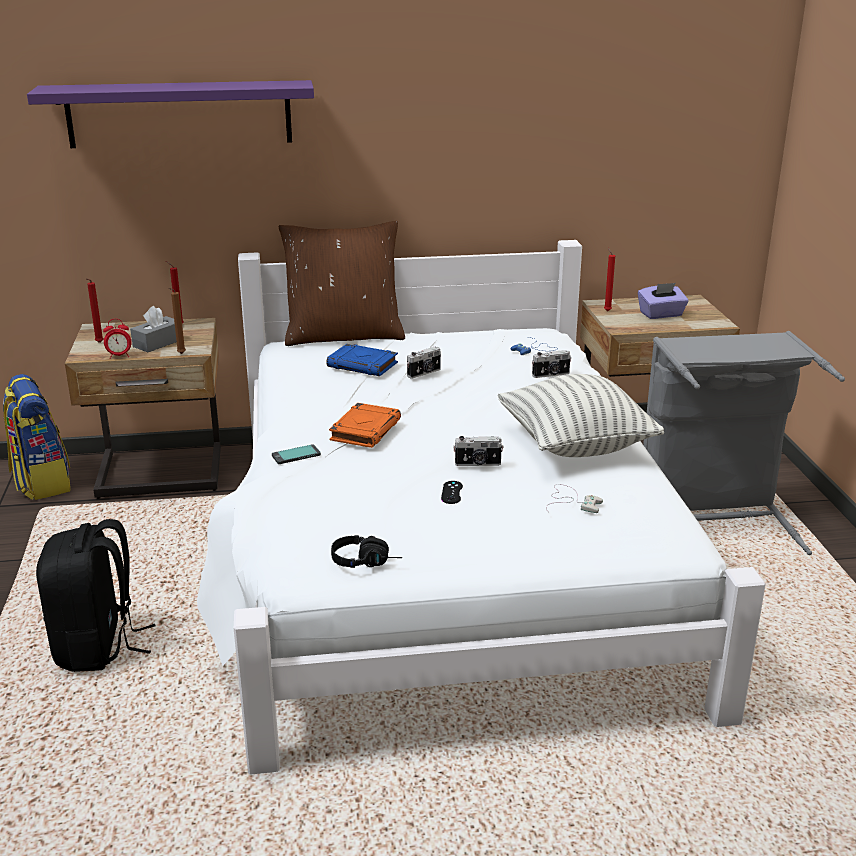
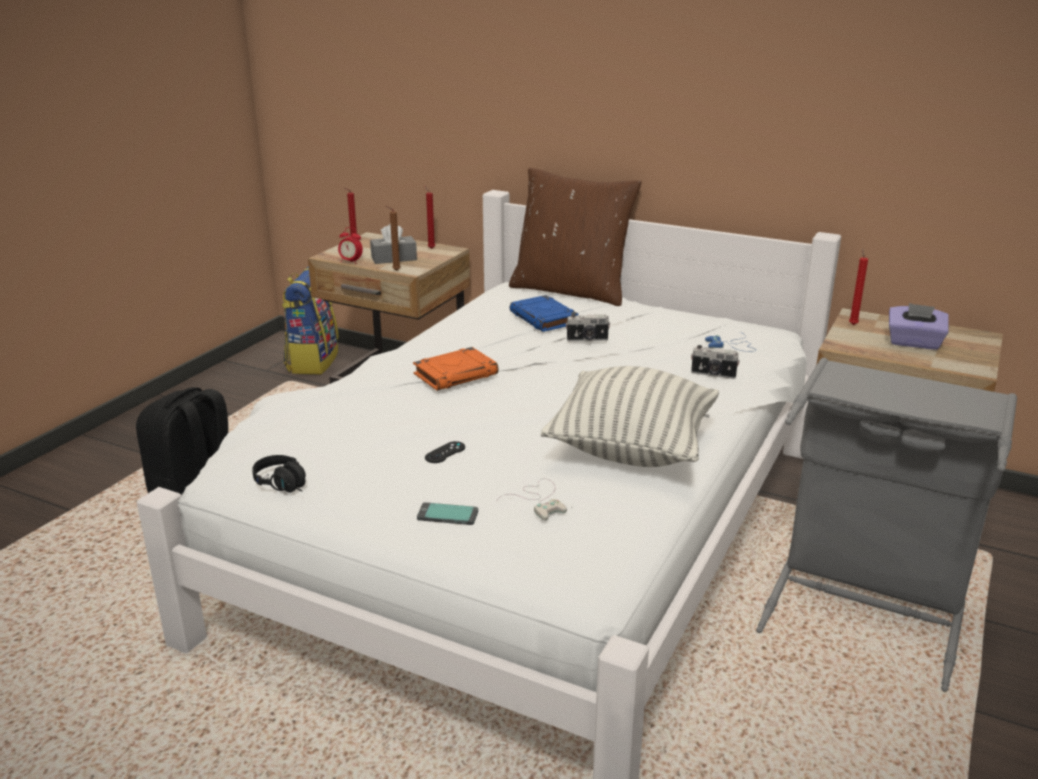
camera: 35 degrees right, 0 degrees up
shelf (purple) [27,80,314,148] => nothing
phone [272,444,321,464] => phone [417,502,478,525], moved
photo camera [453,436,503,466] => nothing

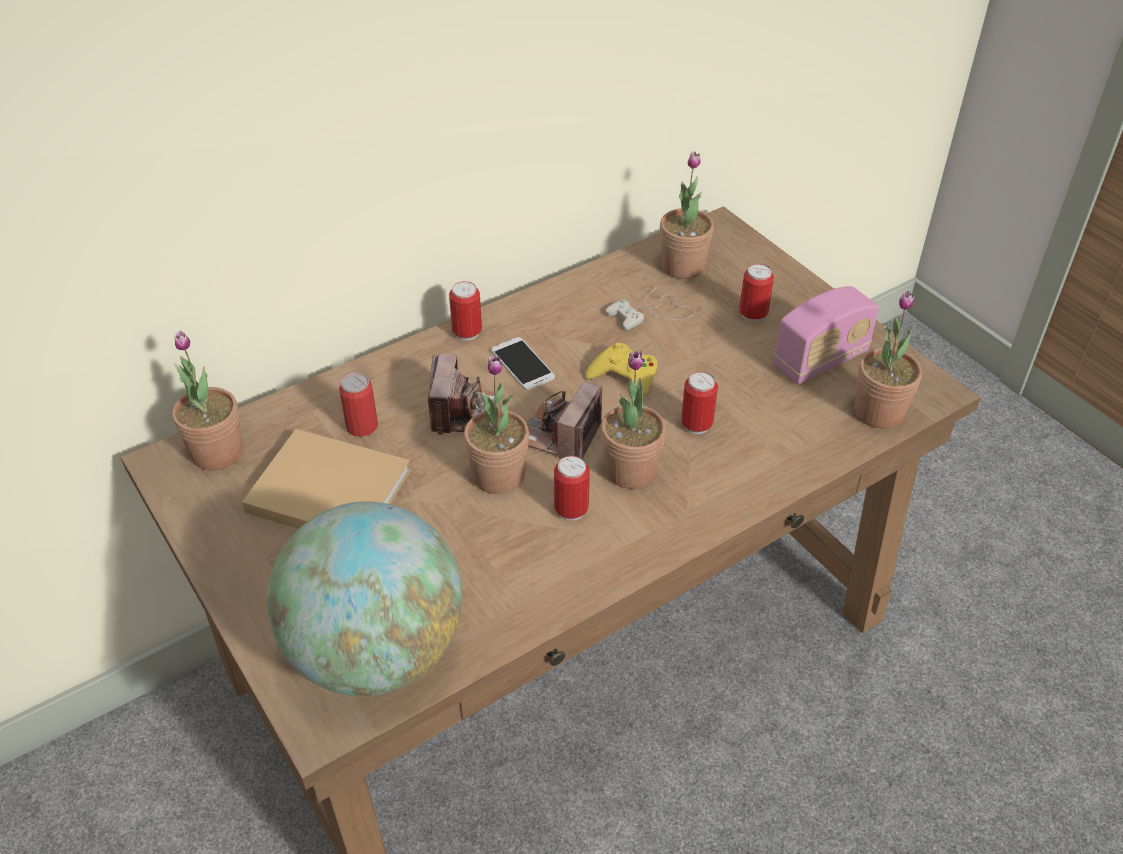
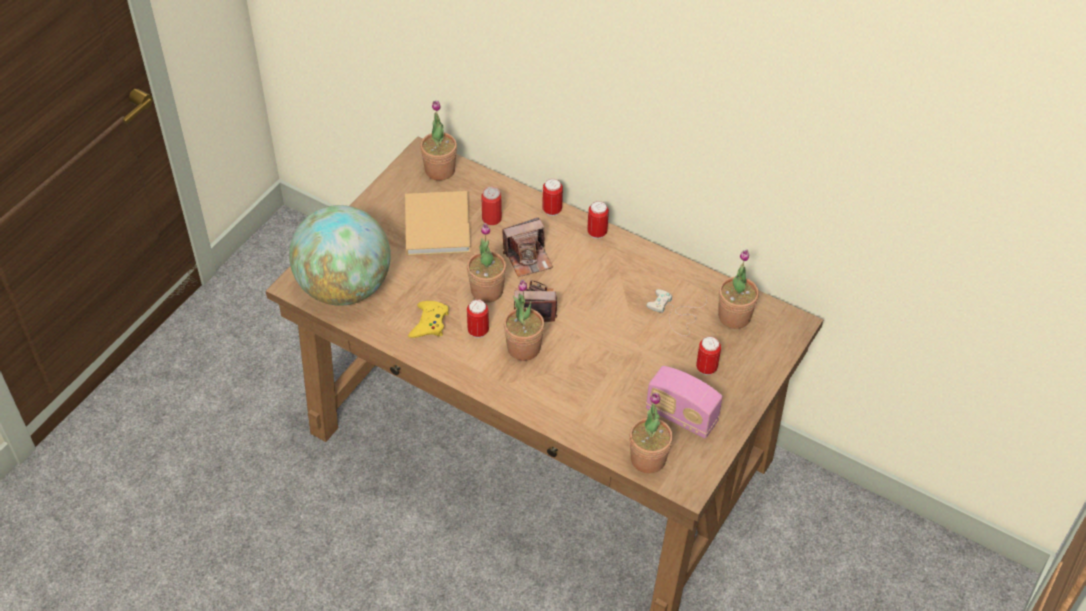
camera: 65 degrees right, 5 degrees up
phone [491,337,555,390] => nothing
game controller (yellow) [585,343,657,399] => game controller (yellow) [408,301,449,338], moved
can [681,372,718,434] => can [542,179,563,216], moved

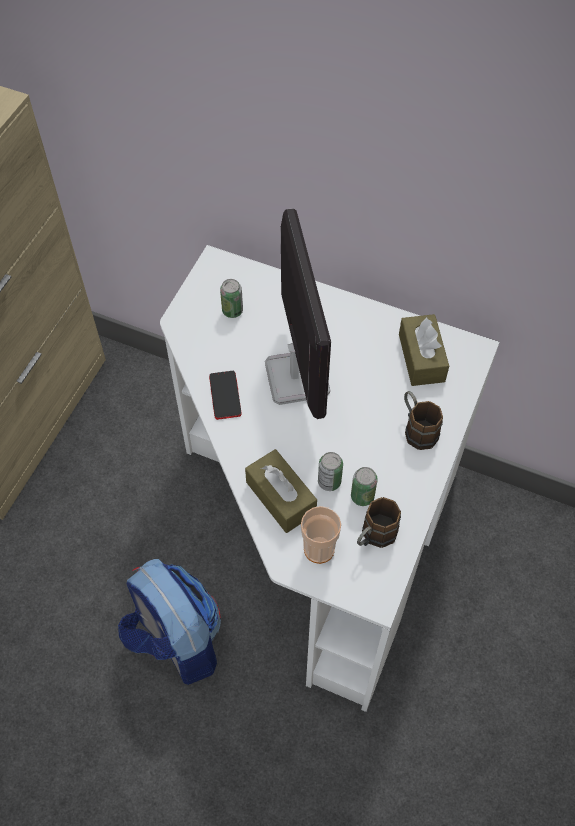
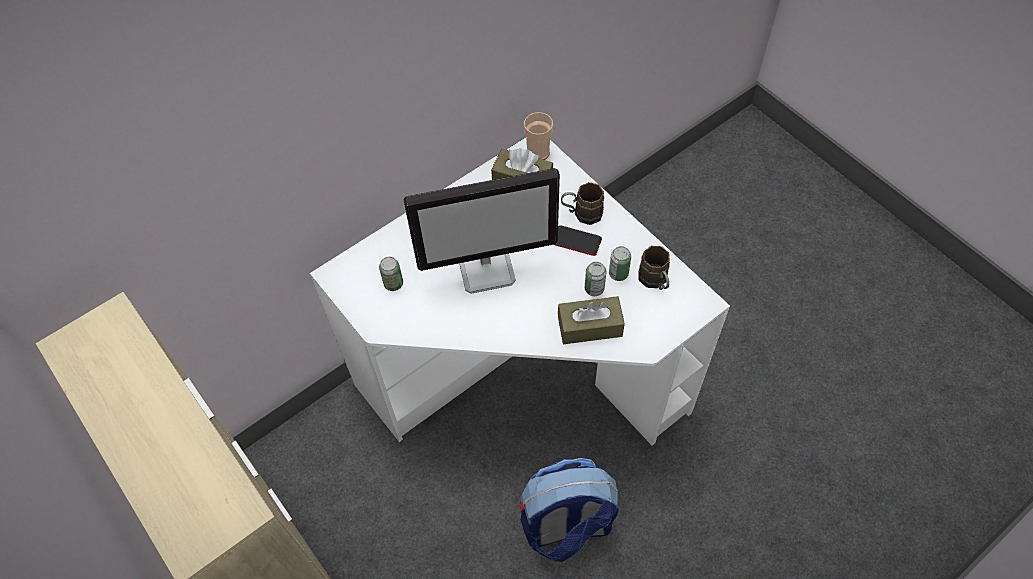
camera: 60 degrees left, 0 degrees up
phone [209,371,241,420] => phone [554,225,602,256], moved
monitor [265,208,331,419] => monitor [403,168,560,294], 150 degrees clockwise
cup [301,506,342,564] => cup [524,112,553,160], moved

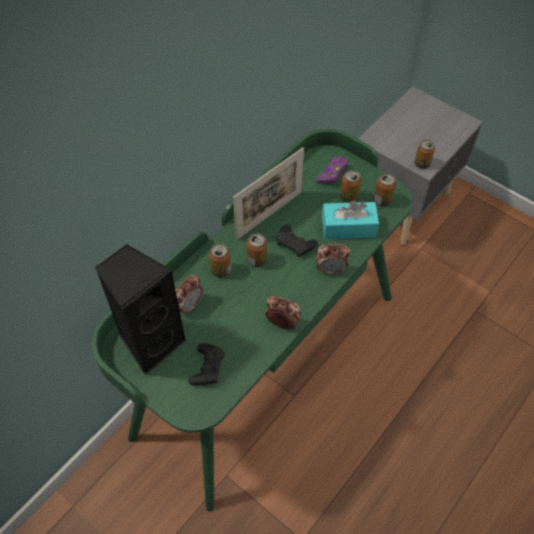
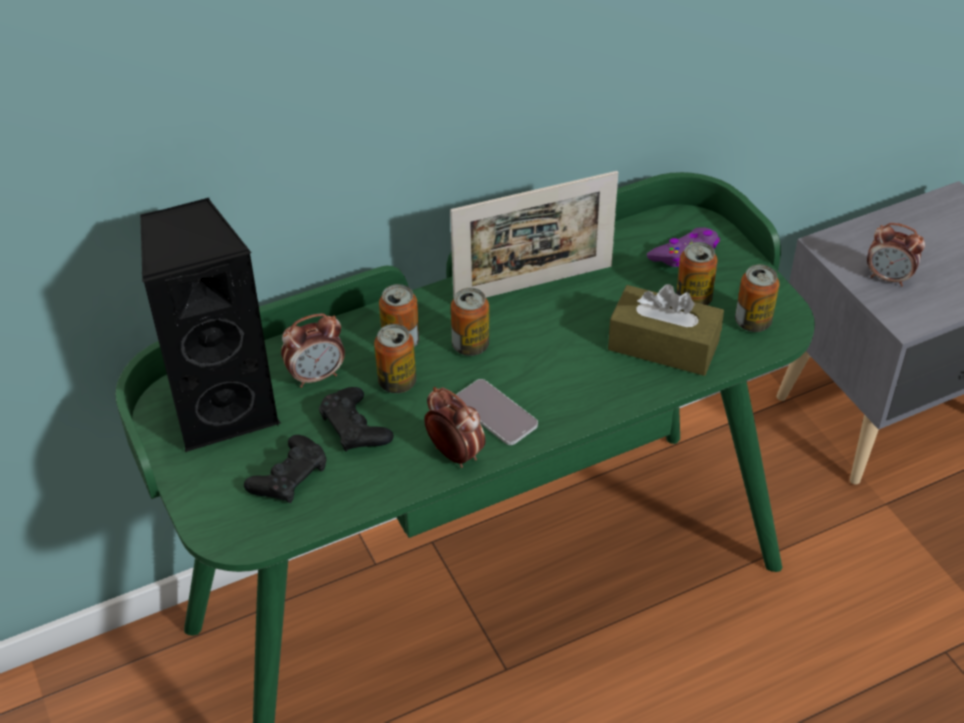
camera: 25 degrees right, 10 degrees down
game controller (black) [276,225,318,257] => game controller (black) [319,387,394,452], moved
alarm clock [316,244,350,274] => alarm clock [867,223,925,286], moved
tissue box (turquoise) [322,200,379,239] => tissue box (brown) [608,284,724,376]
can [415,139,435,169] => can [374,324,416,393], moved
nothing => phone [454,379,538,445]

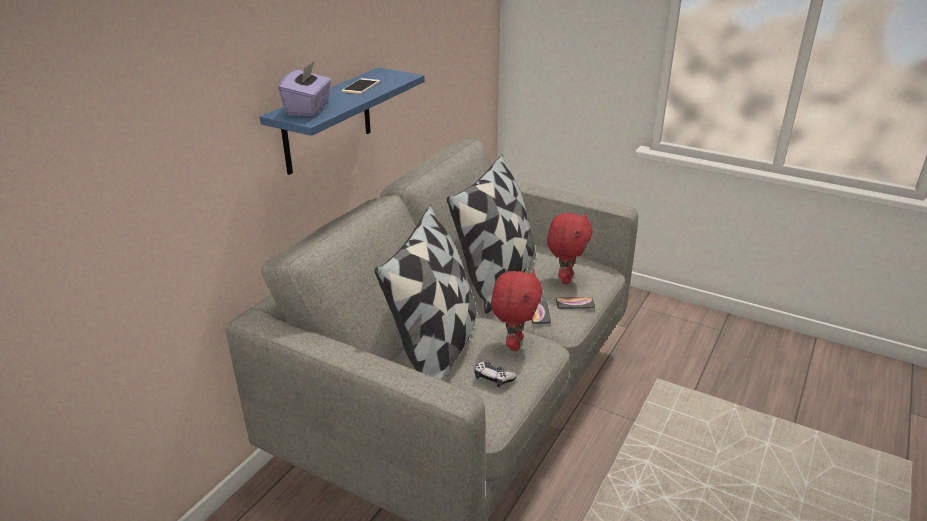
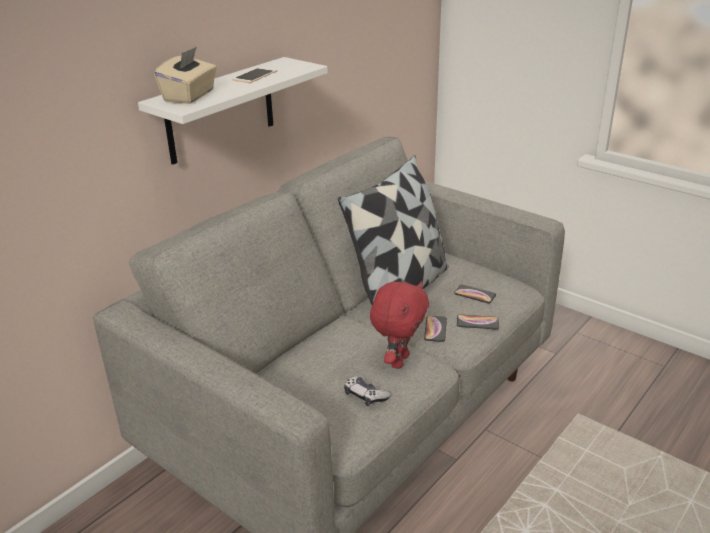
camera: 10 degrees right, 0 degrees up
shelf (blue) [260,68,425,175] => shelf (white) [138,57,328,165]
tissue box (purple) [278,62,331,116] => tissue box (beige) [154,47,217,104]
pillow [374,205,477,380] => nothing
plush toy (red) [547,213,593,284] => phone [454,285,496,303]

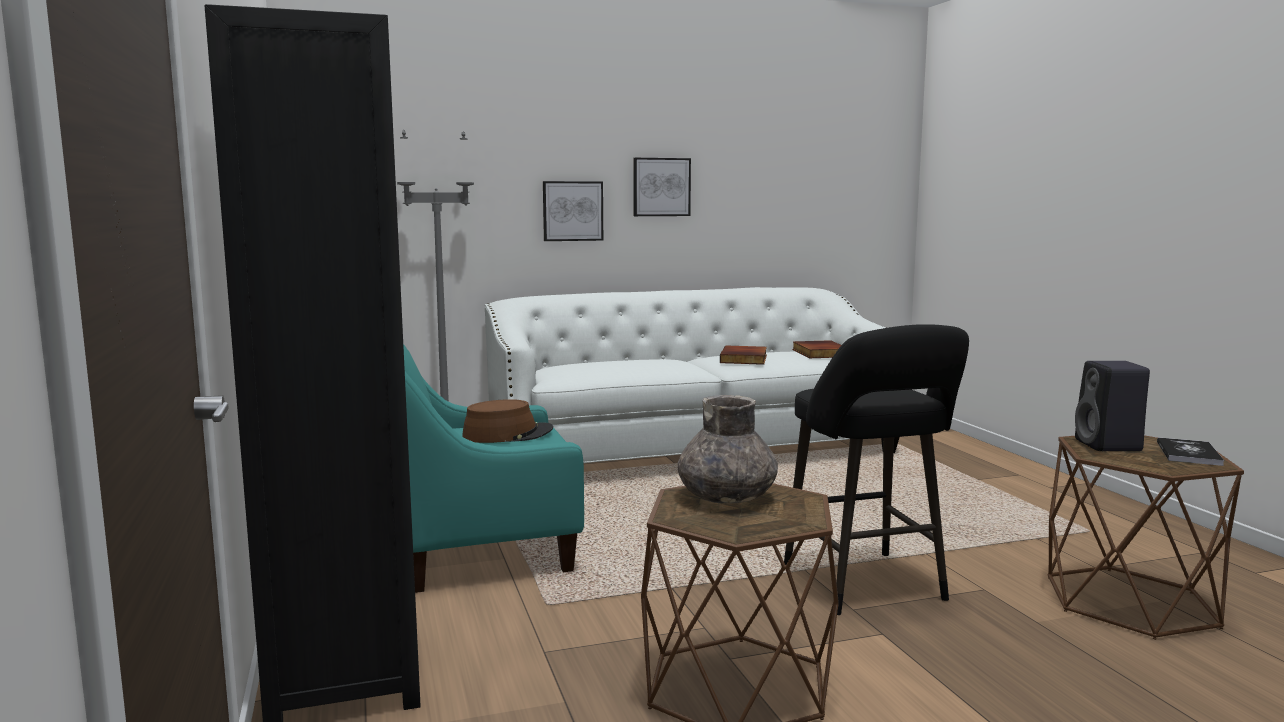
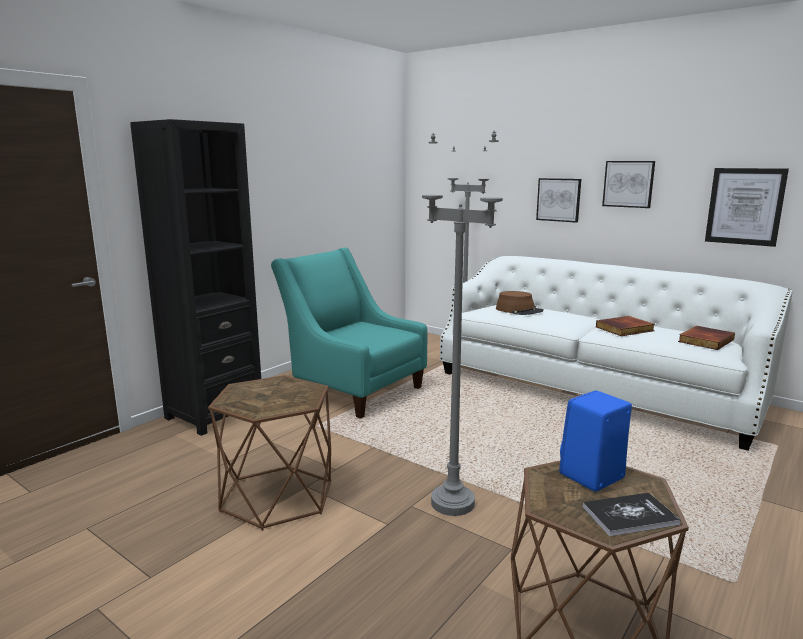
camera: 55 degrees right, 5 degrees up
hat (brown) [462,399,553,443] => hat (brown) [496,291,544,315], moved
vase (grey) [678,395,778,503] => nothing
stool (black) [784,324,969,615] => floor lamp (grey) [422,131,503,516]
speaker (black) [1075,361,1150,451] => speaker (blue) [559,390,632,492]
nothing => picture [705,168,789,247]

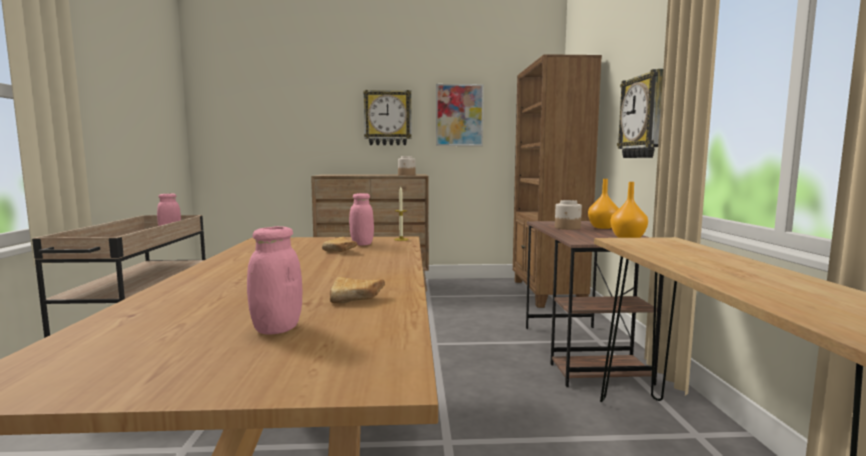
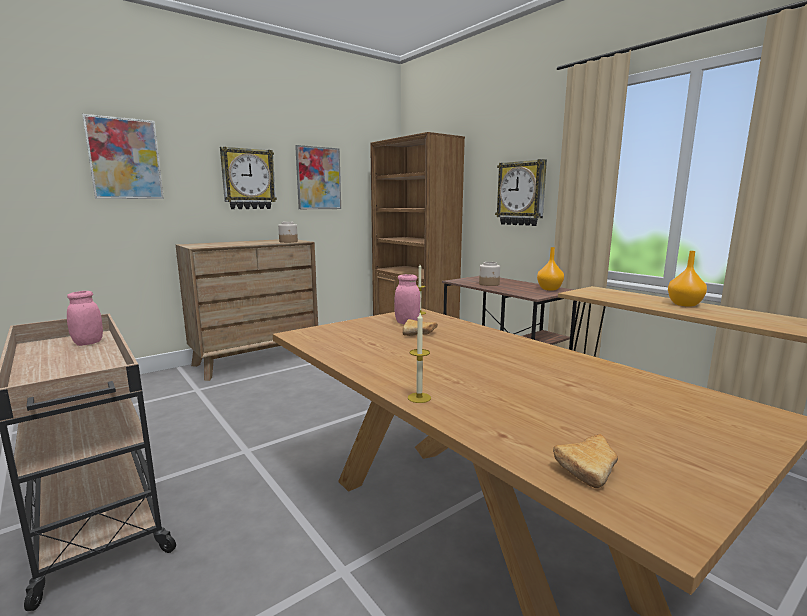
camera: 35 degrees left, 5 degrees up
jar (pink) [247,226,302,335] => nothing
bread [330,277,385,303] => bread [553,434,618,488], moved
vase (orange) [588,179,619,229] => vase (orange) [668,251,707,307], moved
nothing => picture [82,114,164,199]
nothing => candle [408,313,431,403]

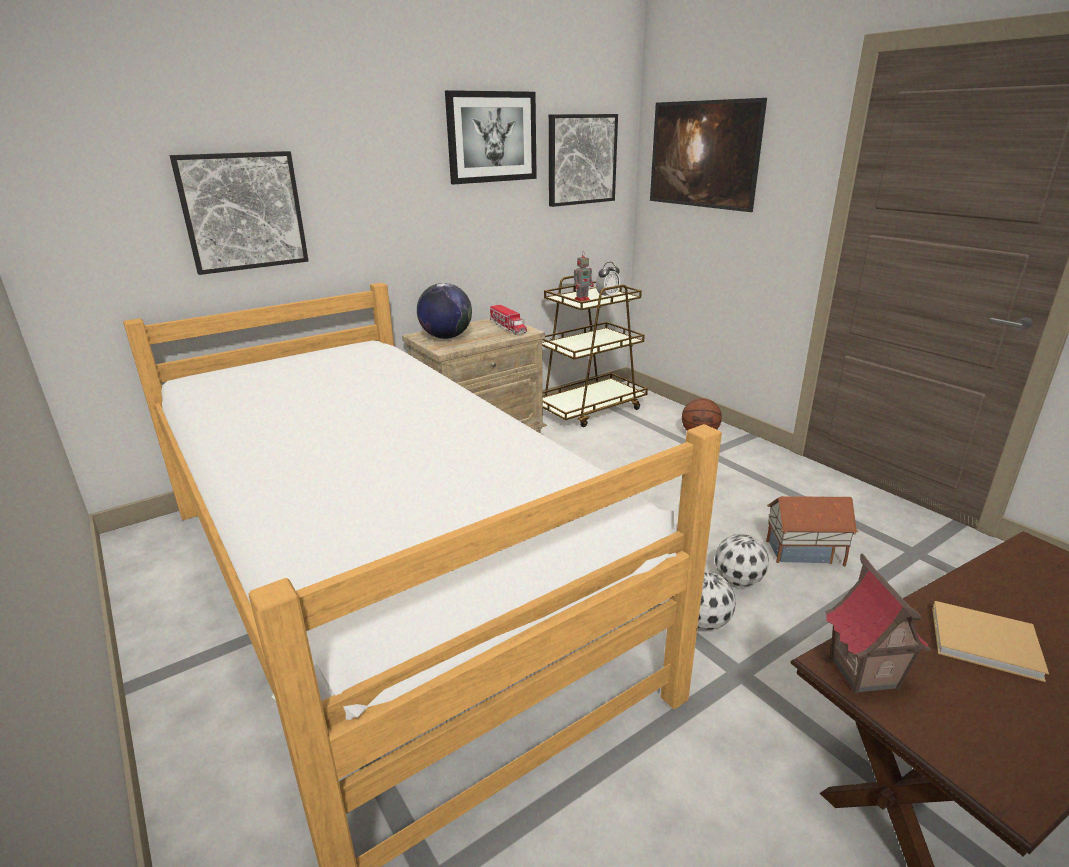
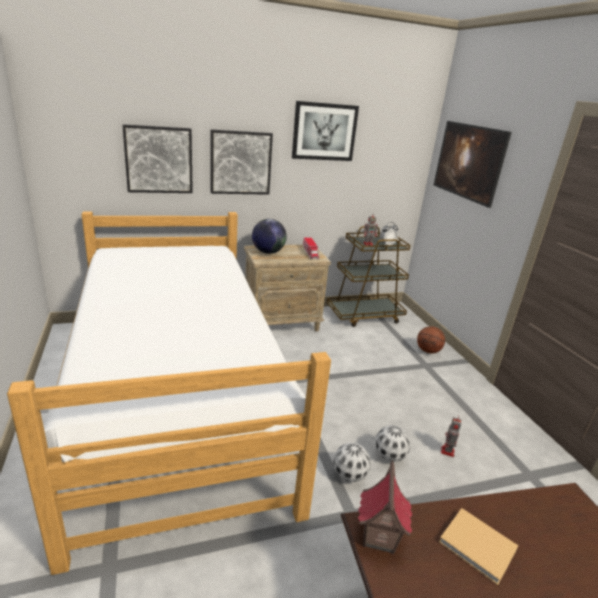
camera: 15 degrees right, 0 degrees up
picture [549,114,618,207] => picture [211,130,273,195], moved
toy house [766,496,859,566] => toy robot [441,416,461,457]

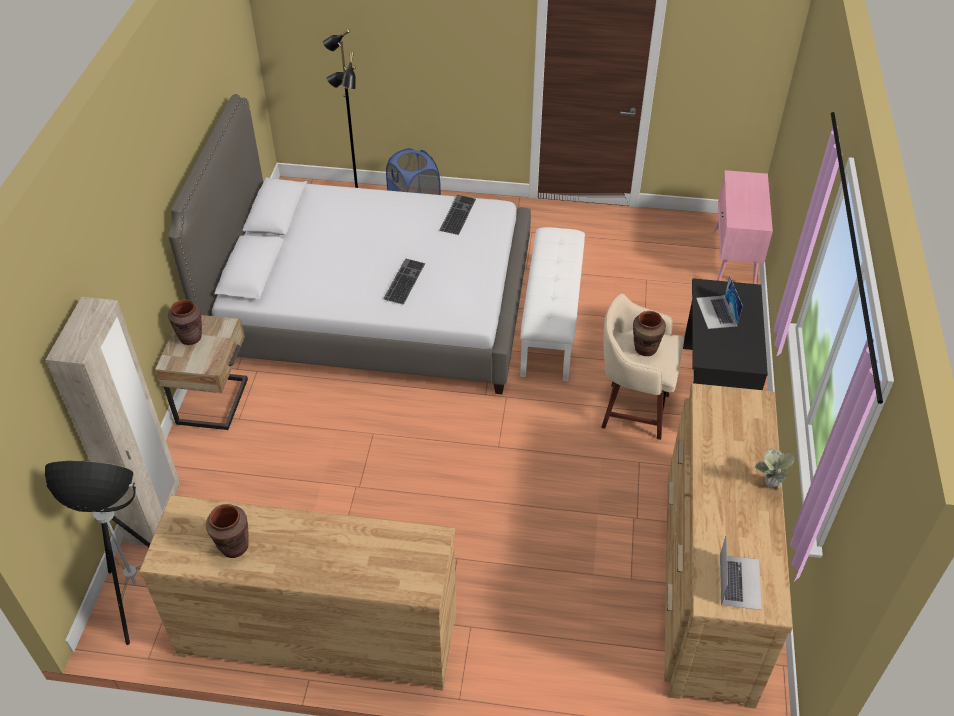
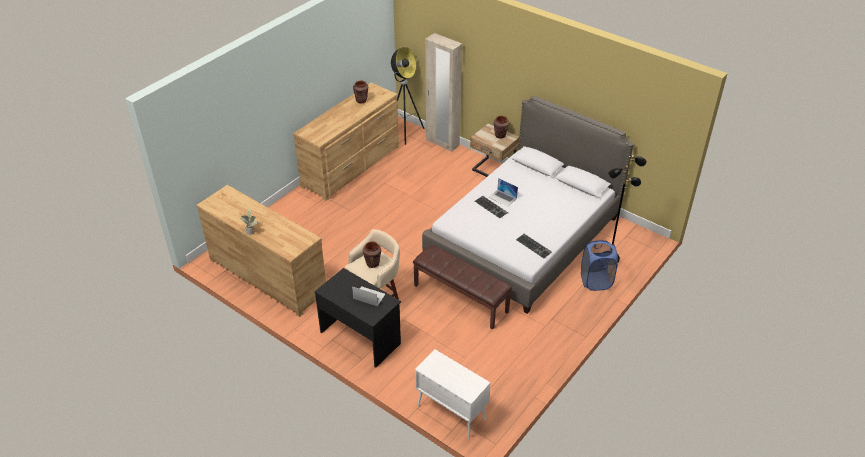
camera: 120 degrees right, 5 degrees down
bench (white) [520,227,585,381] => bench (brown) [413,245,512,329]
cabinet (pink) [714,170,773,284] => cabinet (white) [415,350,491,438]
laptop [720,535,762,610] => laptop [489,178,518,207], moved

